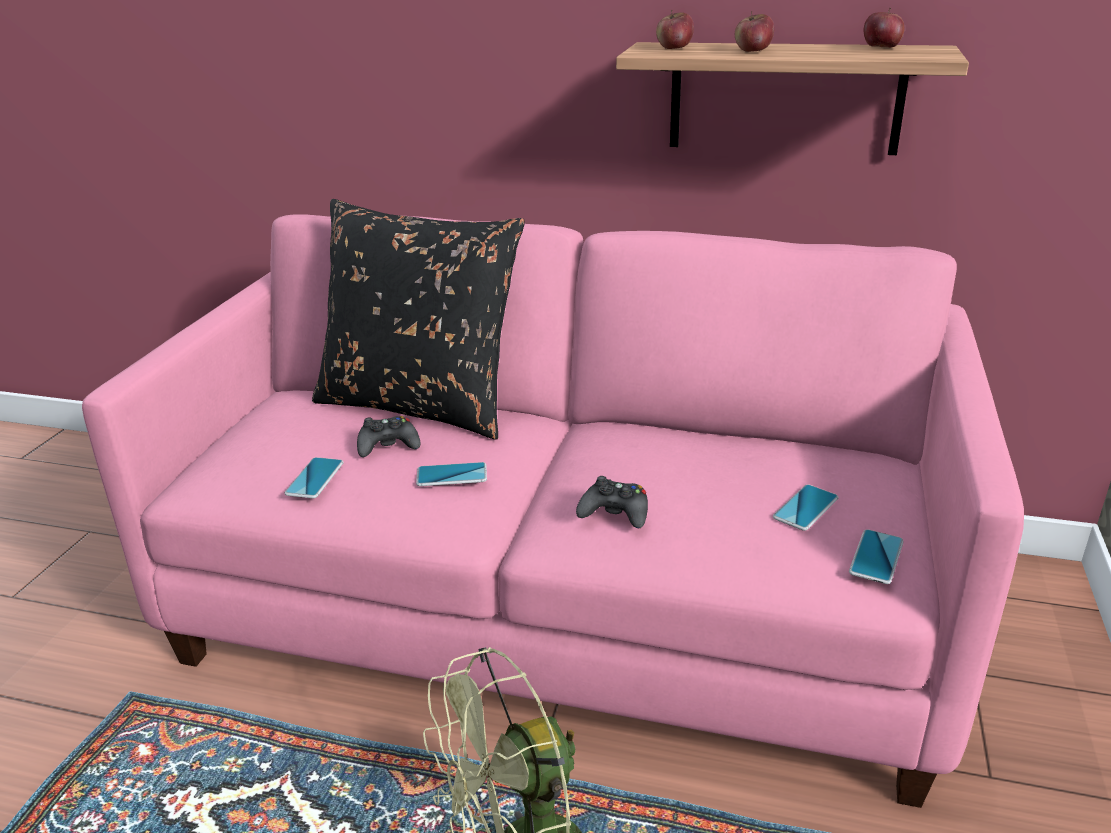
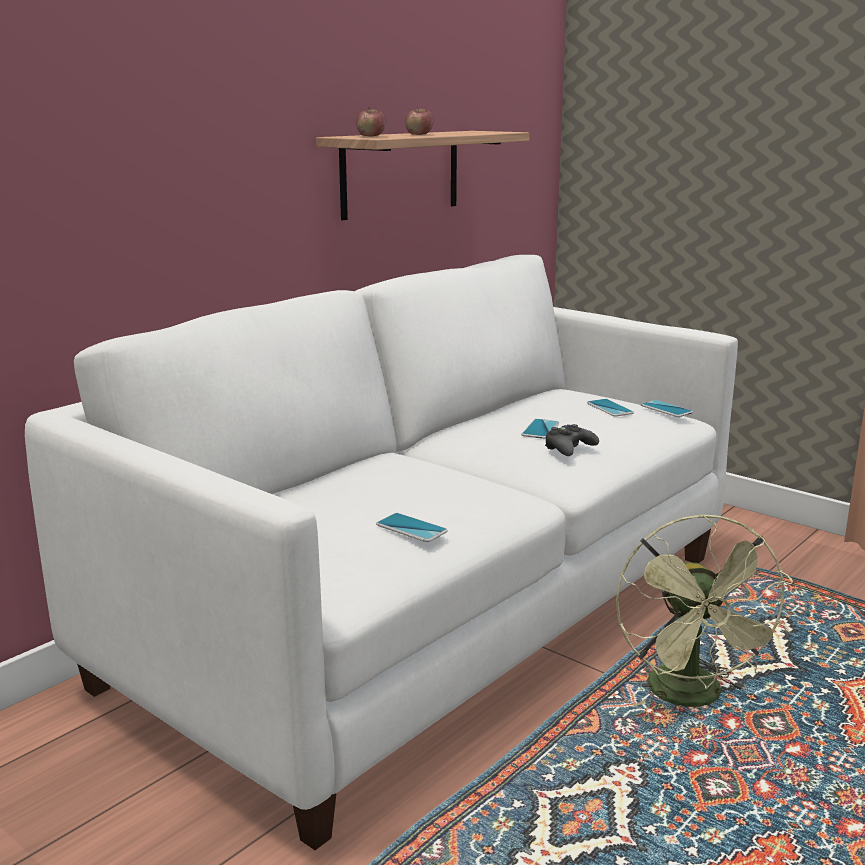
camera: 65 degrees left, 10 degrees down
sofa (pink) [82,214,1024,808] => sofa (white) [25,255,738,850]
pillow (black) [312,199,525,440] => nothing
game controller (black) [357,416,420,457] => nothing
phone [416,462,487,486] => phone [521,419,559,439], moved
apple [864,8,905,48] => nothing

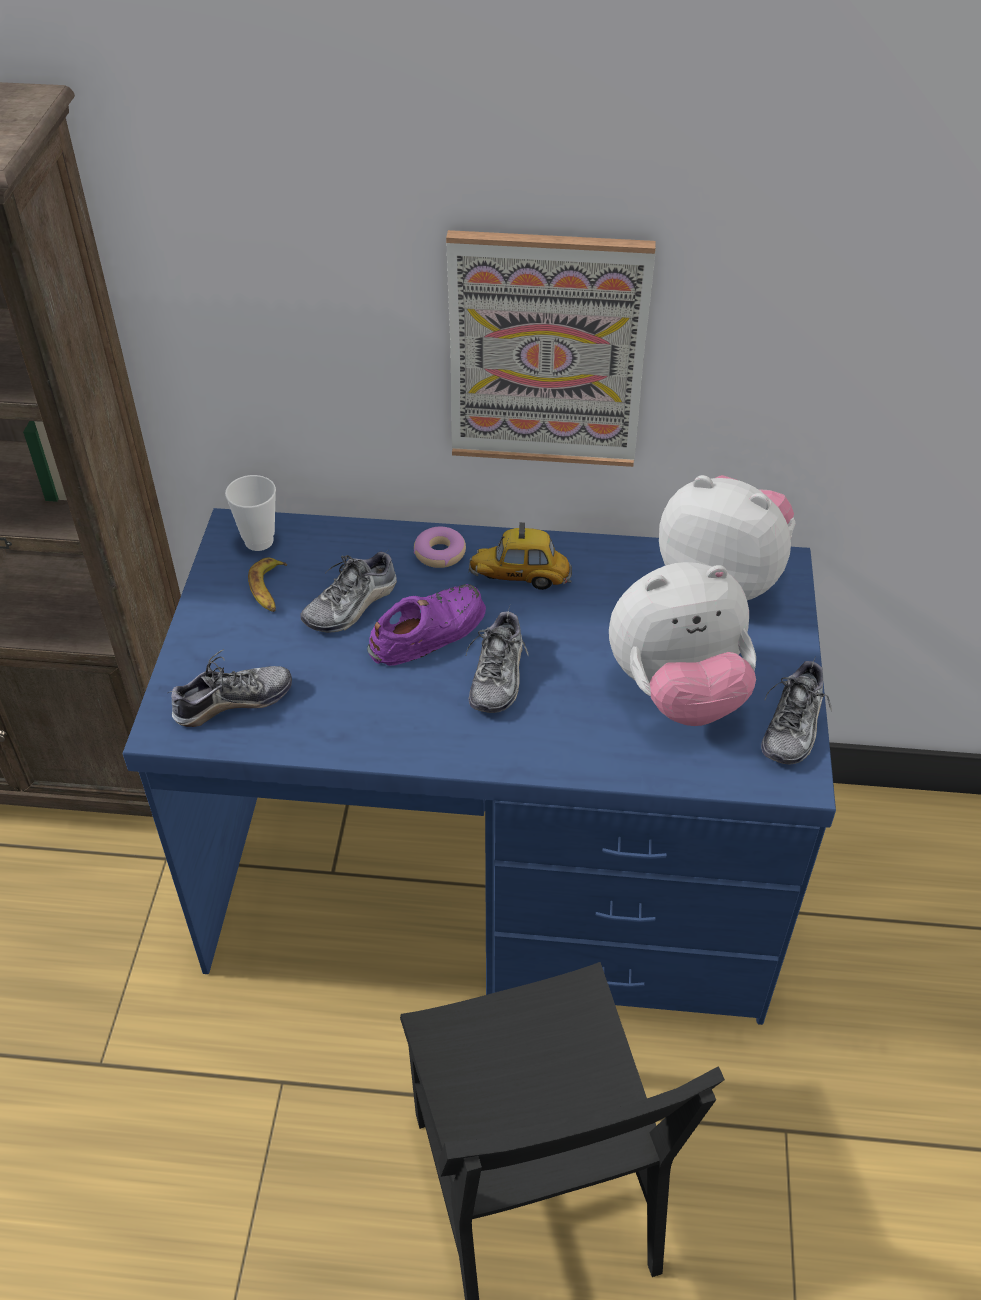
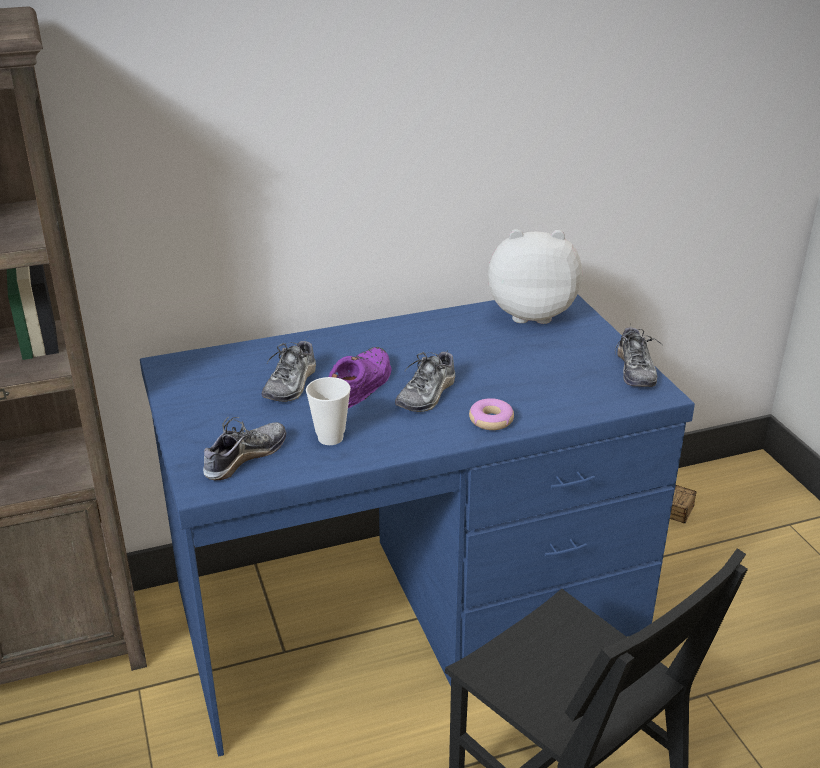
camera: 25 degrees left, 15 degrees down
cup [225,475,276,551] => cup [306,377,351,445], moved
banana [248,557,287,612] => nothing
donut [414,527,466,568] => donut [469,398,514,430], moved
picture [446,230,656,467] => nothing
shoe [466,606,529,713] => shoe [395,349,456,412], 45 degrees clockwise
toy car [469,522,572,590] => nothing
plush toy [609,562,756,726] => nothing
nothing => storage box [670,485,697,524]

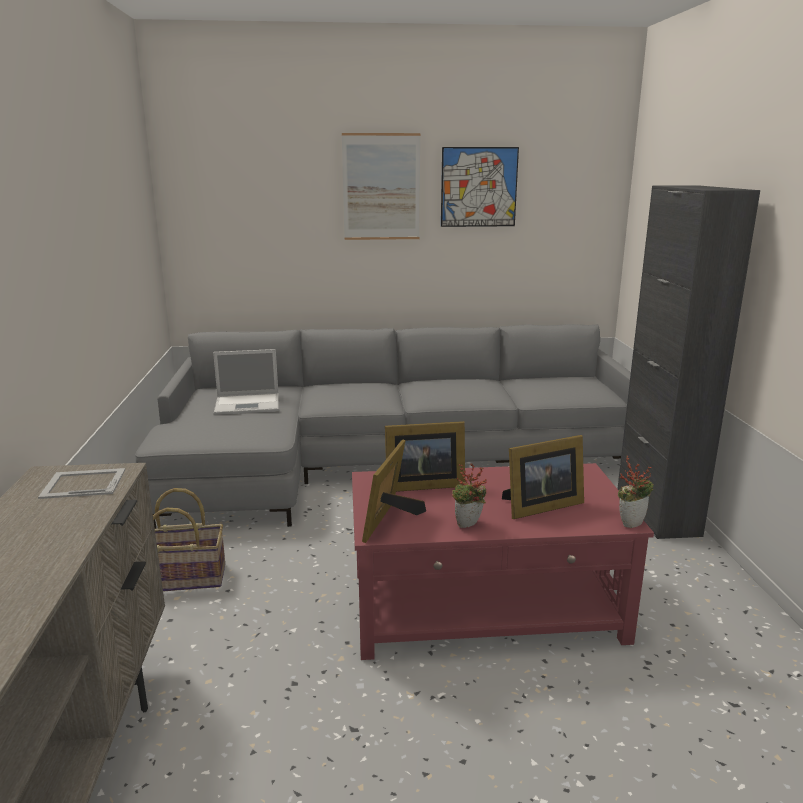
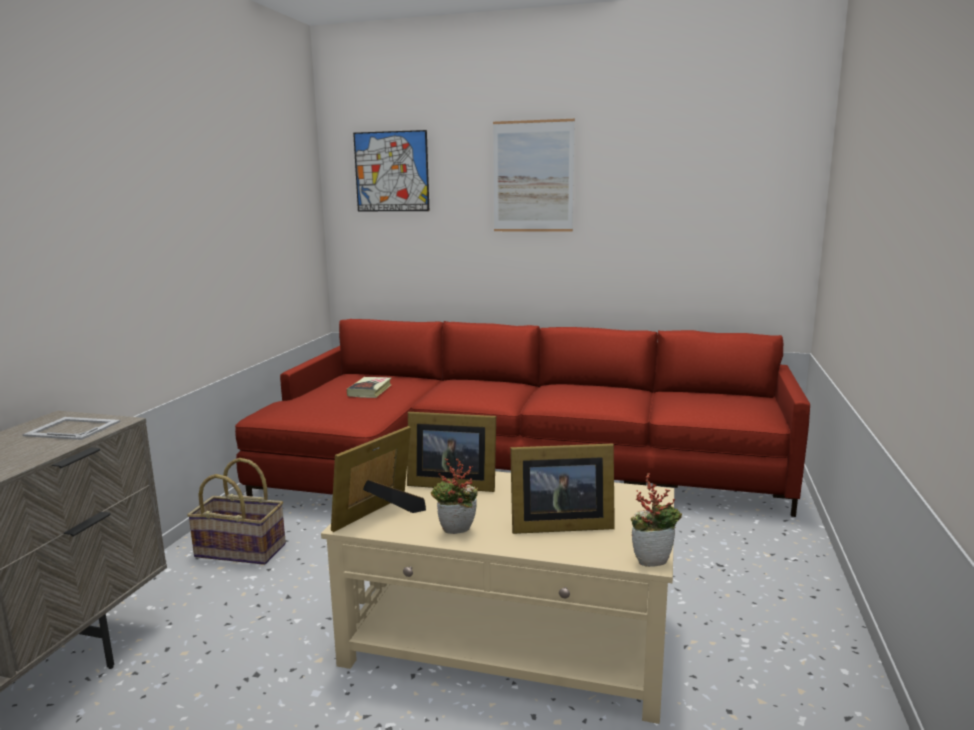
camera: 20 degrees right, 5 degrees down
sofa (grey) [135,324,631,529] => sofa (red) [235,319,810,517]
laptop [213,349,279,415] => book [347,377,392,398]
coffee table (red) [352,463,654,660] => coffee table (beige) [321,471,674,724]
picture [441,147,519,227] => picture [353,130,429,211], moved
cabinet (black) [617,185,760,539] => nothing

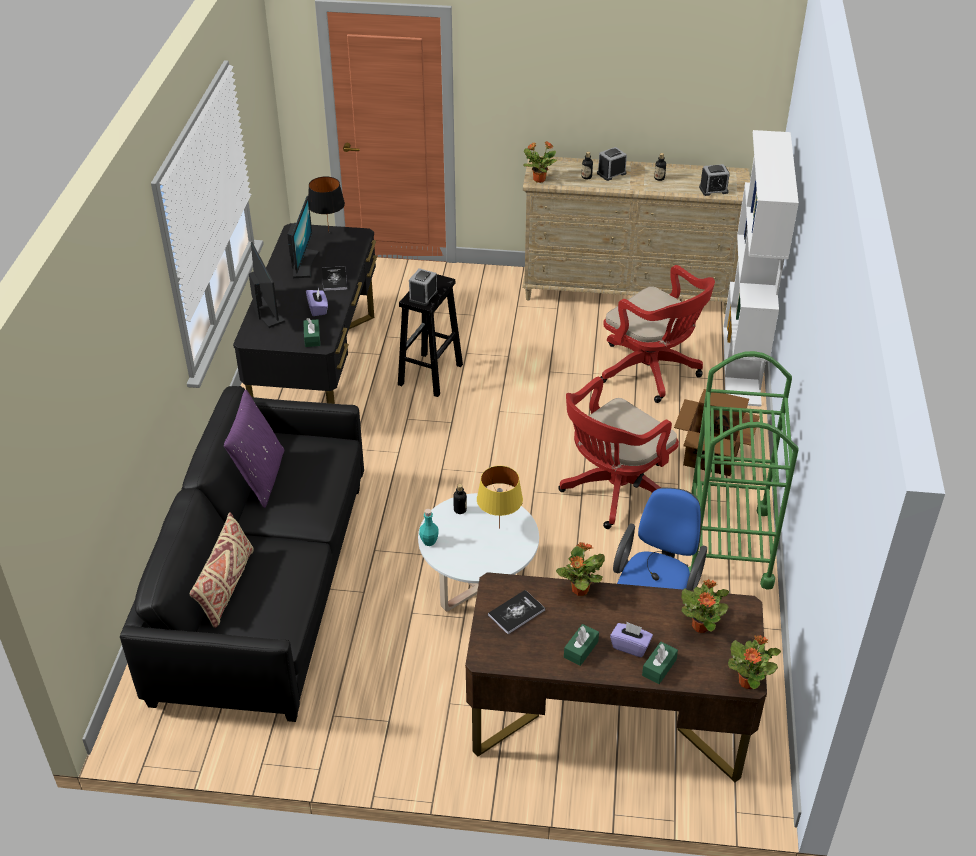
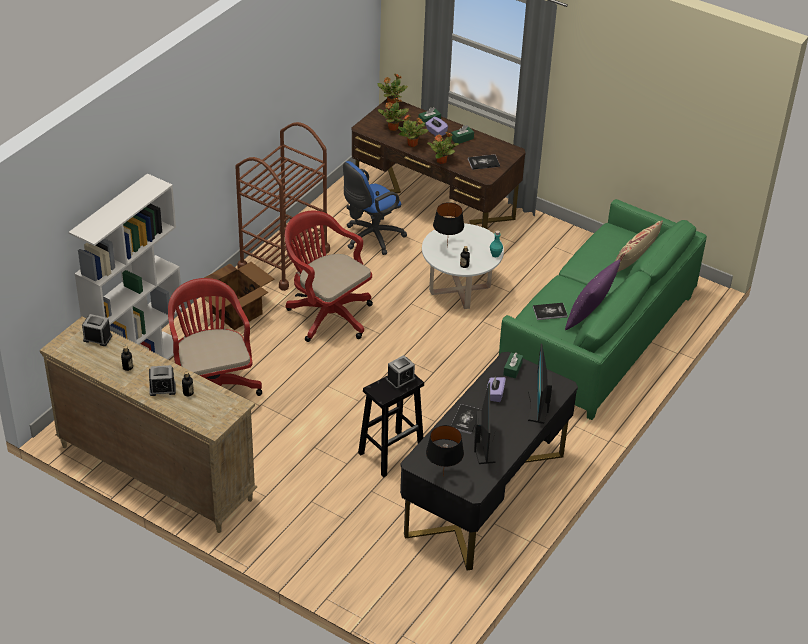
camera: 155 degrees left, 0 degrees up
sofa (black) [120,386,364,722] => sofa (green) [499,199,707,420]
monitor [288,196,319,278] => monitor [474,382,495,464], 150 degrees clockwise
table lamp (yellow) [477,466,523,529] => table lamp (black) [433,202,464,248]
potted plant [523,141,557,183] => potted plant [398,115,429,147], moved
office chair (red) [558,377,679,529] => office chair (red) [285,210,373,342], 120 degrees counterclockwise
cart (green) [688,351,799,590] => cart (brown) [235,122,330,291]
nothing => book [533,303,568,320]

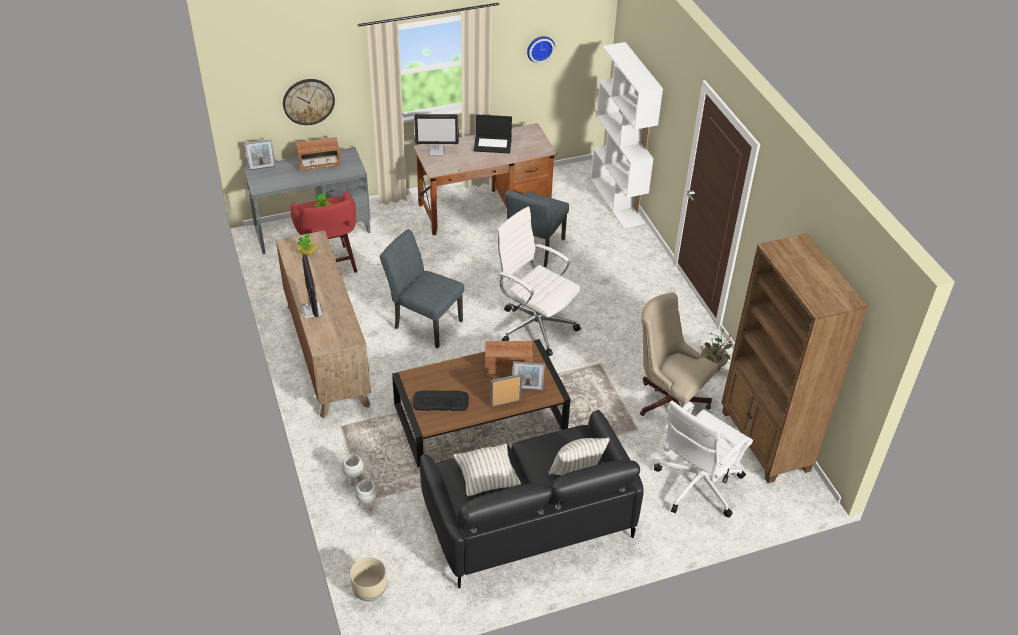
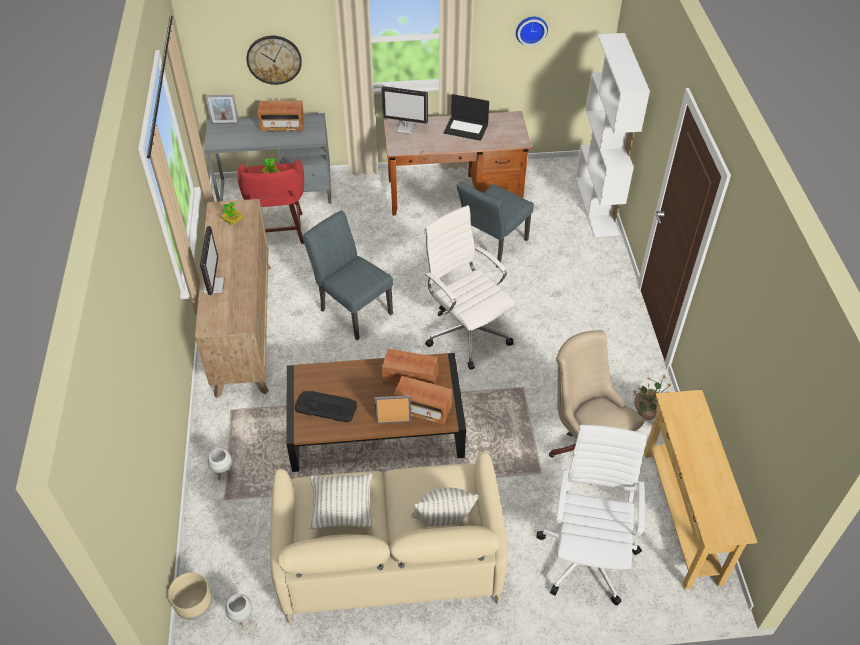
camera: 15 degrees right, 5 degrees up
planter (white) [355,480,378,511] => planter (white) [225,594,252,628], moved
sofa (black) [420,410,643,588] => sofa (beige) [270,452,508,624]
picture frame [513,361,545,391] => radio [393,376,452,425]
office chair (white) [654,401,753,517] => office chair (white) [536,425,647,606], 135 degrees clockwise
bookcase (brown) [721,233,868,484] => console table (beige) [644,390,757,590]

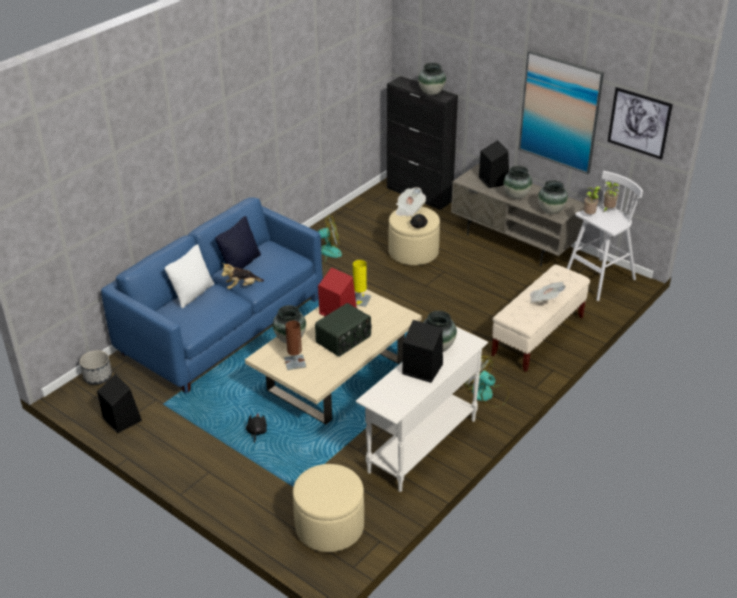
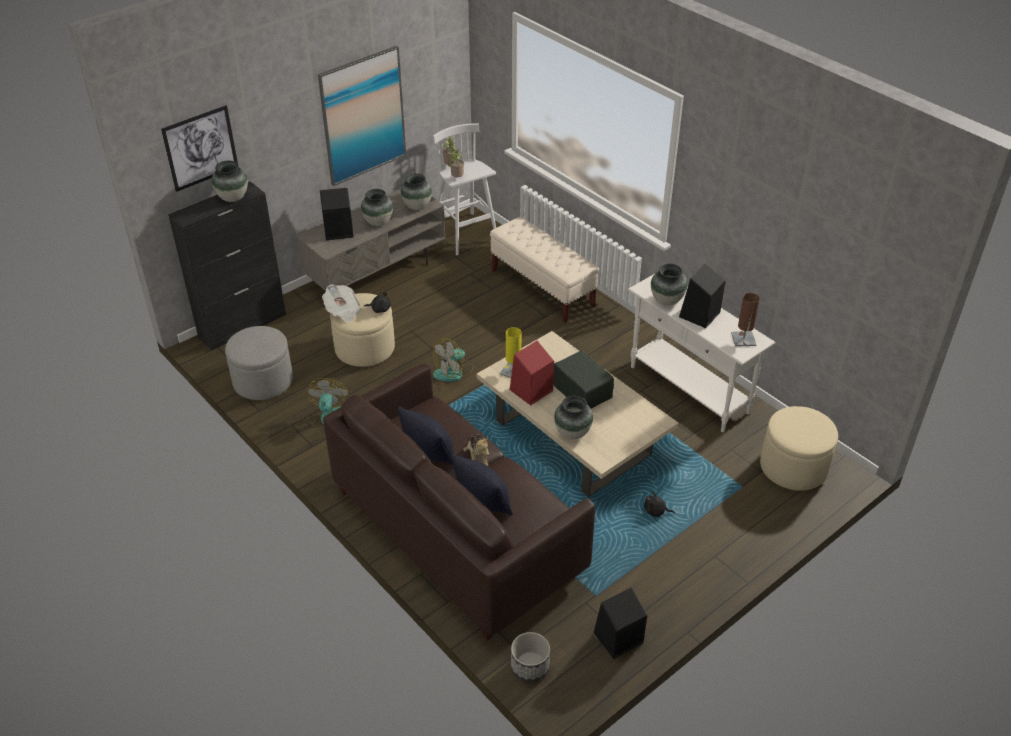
camera: 80 degrees left, 5 degrees up
sofa (blue) [101,197,323,393] => sofa (brown) [323,363,595,640]
pillow (white) [165,244,214,308] => pillow (black) [451,454,513,516]
table lamp (brown) [284,321,306,370] => table lamp (brown) [731,293,760,347], moved
fan [464,356,509,407] => fan [433,338,474,382], moved
newspaper [530,282,566,303] => nothing
picture [607,87,673,160] => picture [161,105,238,192], moved
nothing => ottoman (grey) [225,326,293,400]

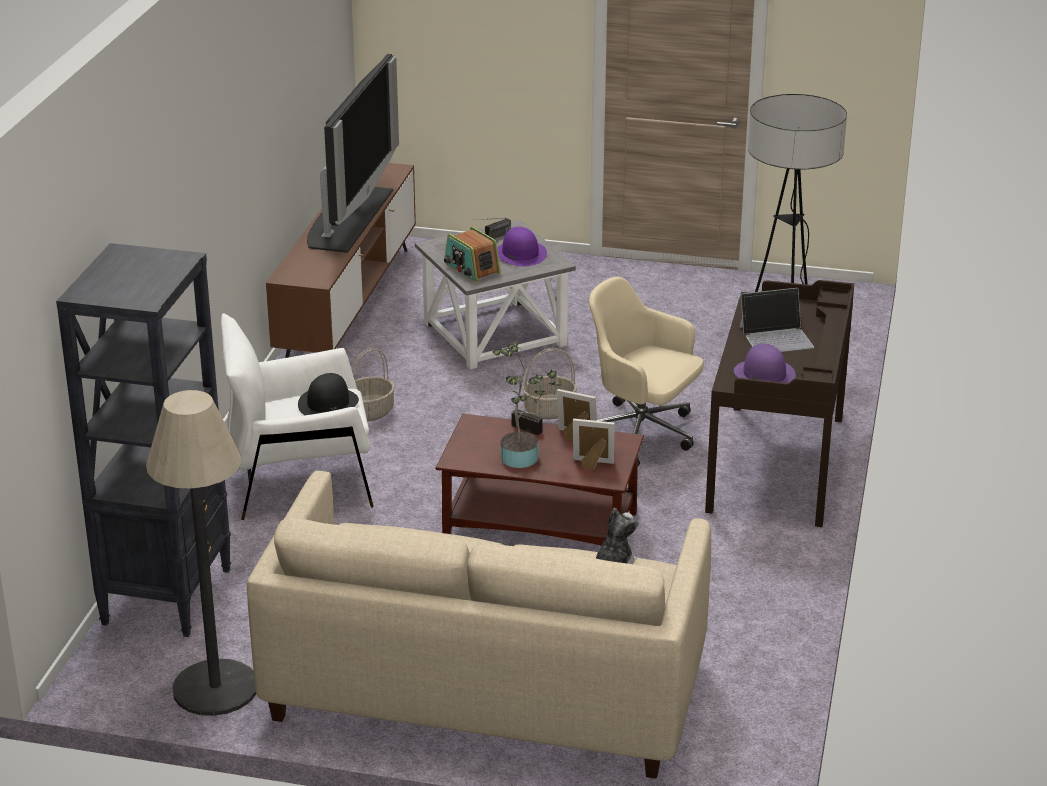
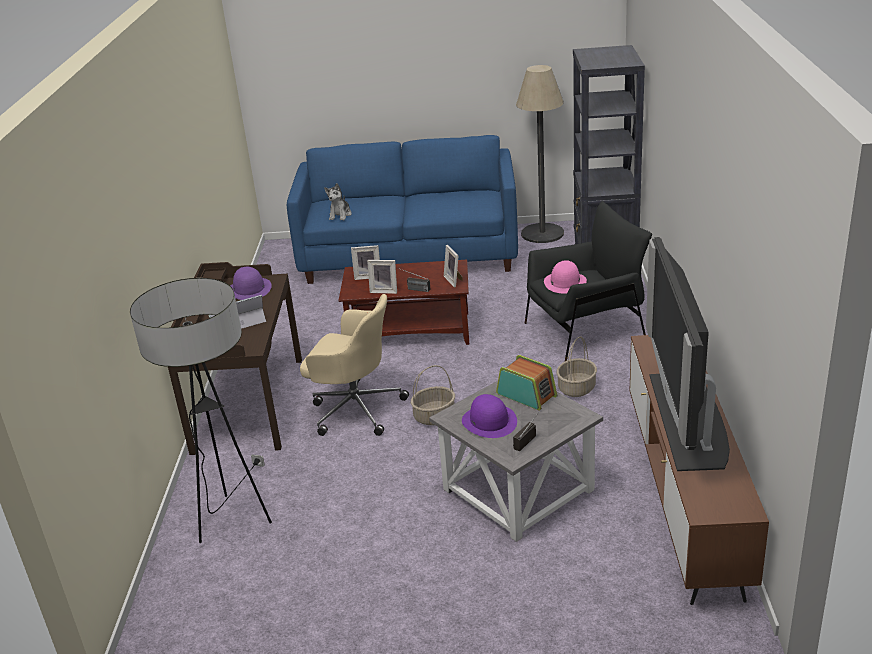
camera: 170 degrees right, 0 degrees up
armchair (white) [221,314,374,520] => armchair (black) [524,201,652,361]
sofa (beige) [247,471,711,779] => sofa (blue) [287,135,518,284]
hat (black) [298,373,359,415] => hat (pink) [544,260,587,294]
potted plant [492,341,561,468] => nothing
nothing => picture frame [444,245,462,287]

